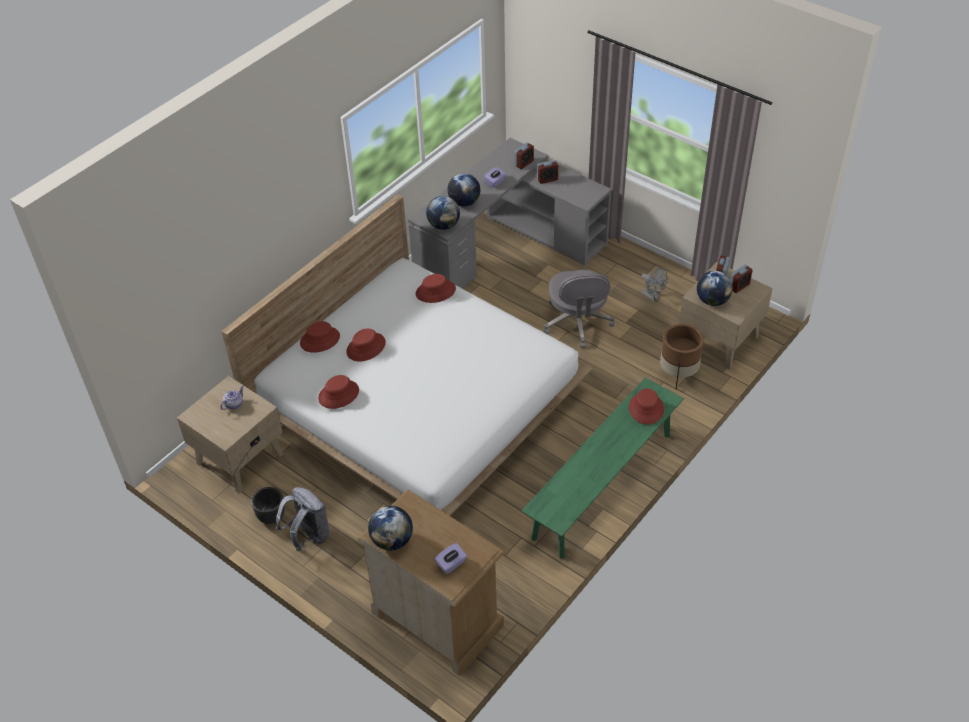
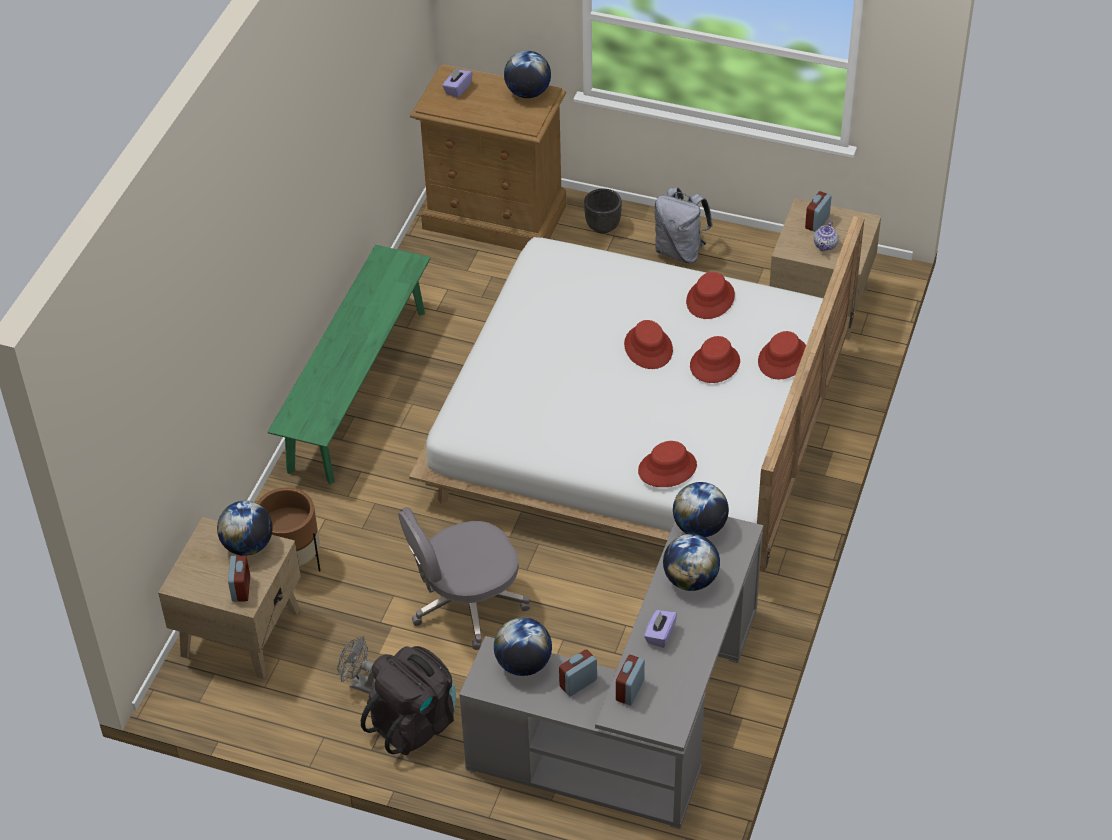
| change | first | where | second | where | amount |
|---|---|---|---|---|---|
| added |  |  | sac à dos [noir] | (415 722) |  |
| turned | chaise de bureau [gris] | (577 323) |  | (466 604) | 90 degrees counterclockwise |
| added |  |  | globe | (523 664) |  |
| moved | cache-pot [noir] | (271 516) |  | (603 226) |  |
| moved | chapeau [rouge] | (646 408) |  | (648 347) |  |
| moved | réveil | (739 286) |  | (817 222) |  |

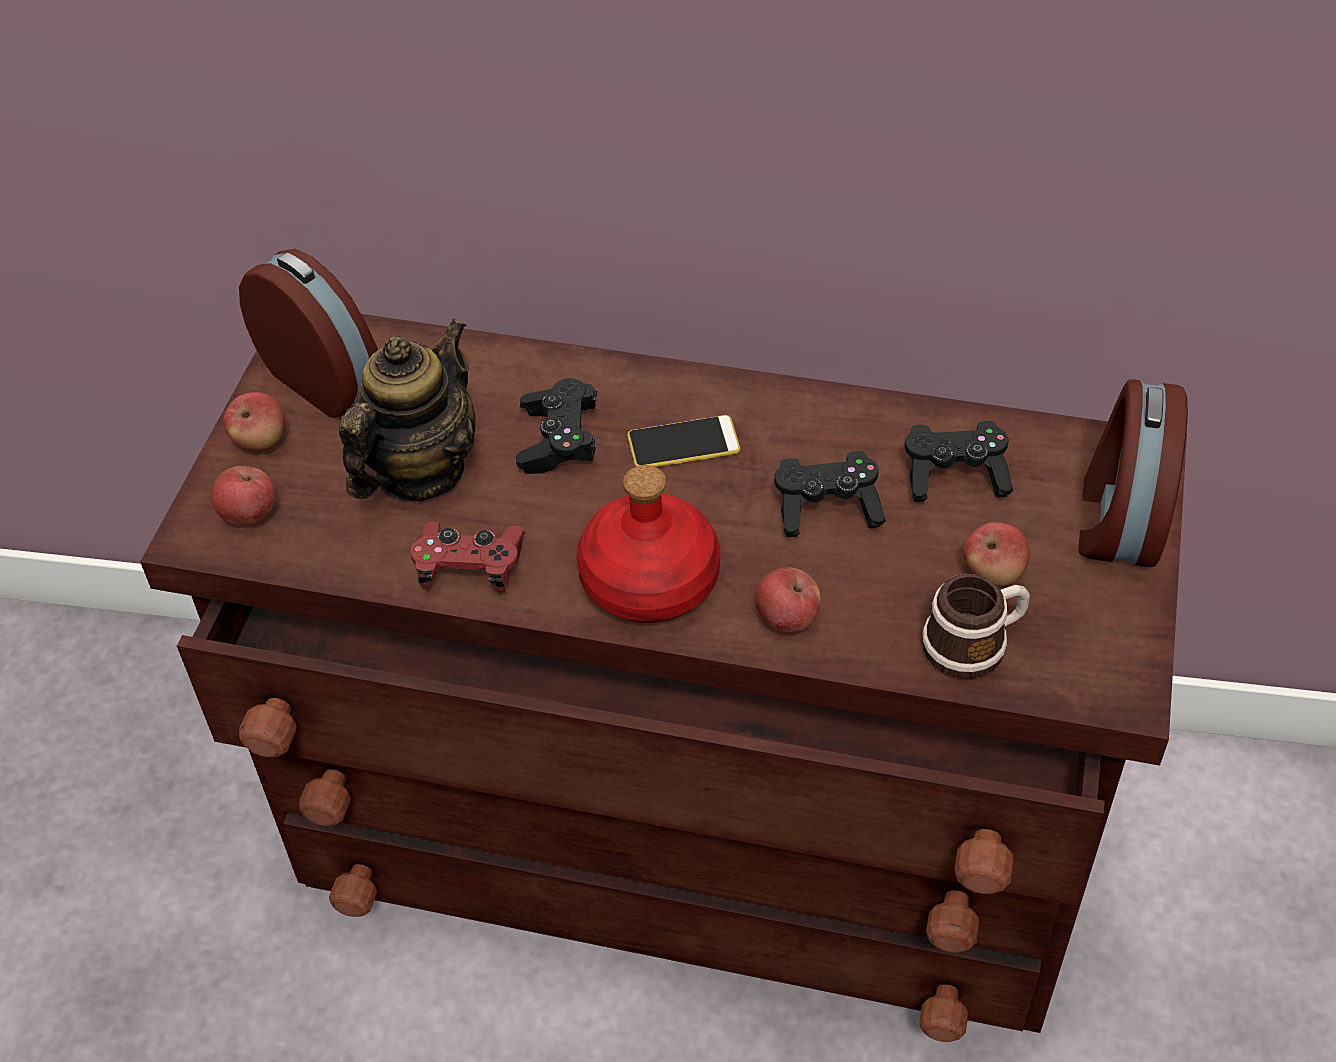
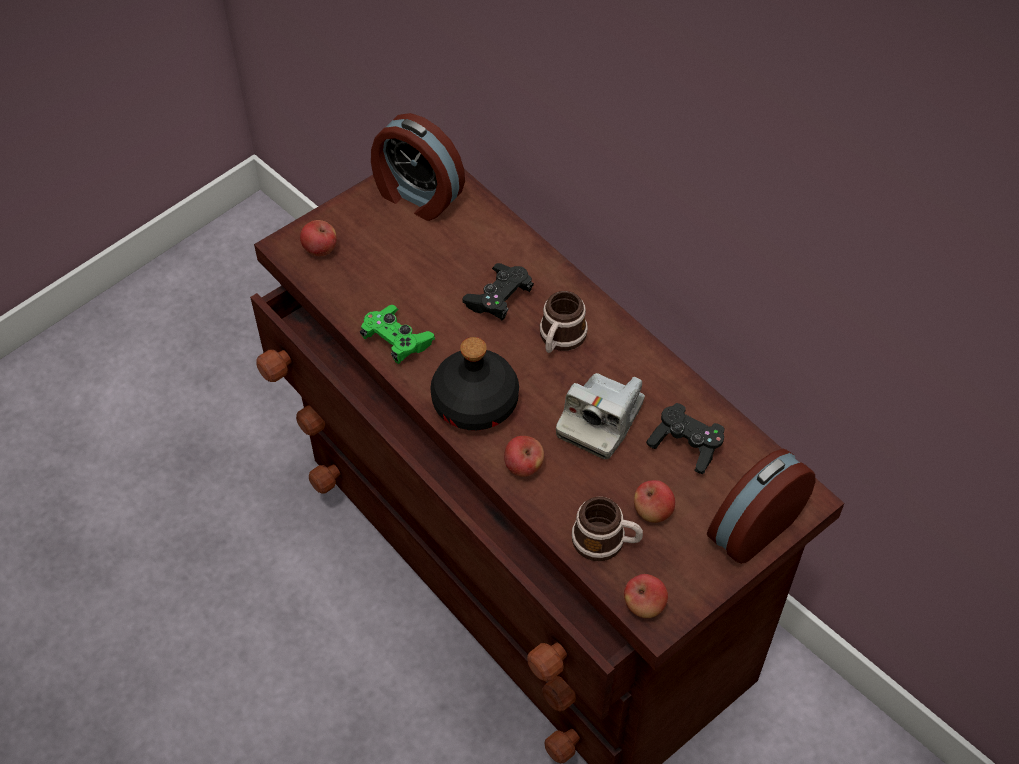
| change | first | where | second | where | amount |
|---|---|---|---|---|---|
| recoloured | manette [rouge] | (470 567) | manette [vert] | (396 341) |  |
| turned | réveil | (327 378) |  | (417 196) | 135 degrees clockwise |
| recoloured | bouteille [rouge] | (651 581) | bouteille [noir] | (475 403) |  |
| replaced | téléphone | (683 443) | mug | (560 339) |  |
| replaced | manette [noir] | (827 508) | appareil photo | (600 420) |  |
| moved | pomme | (261 442) |  | (644 605) |  |
| removed | théière | (419 471) |  |  |  |

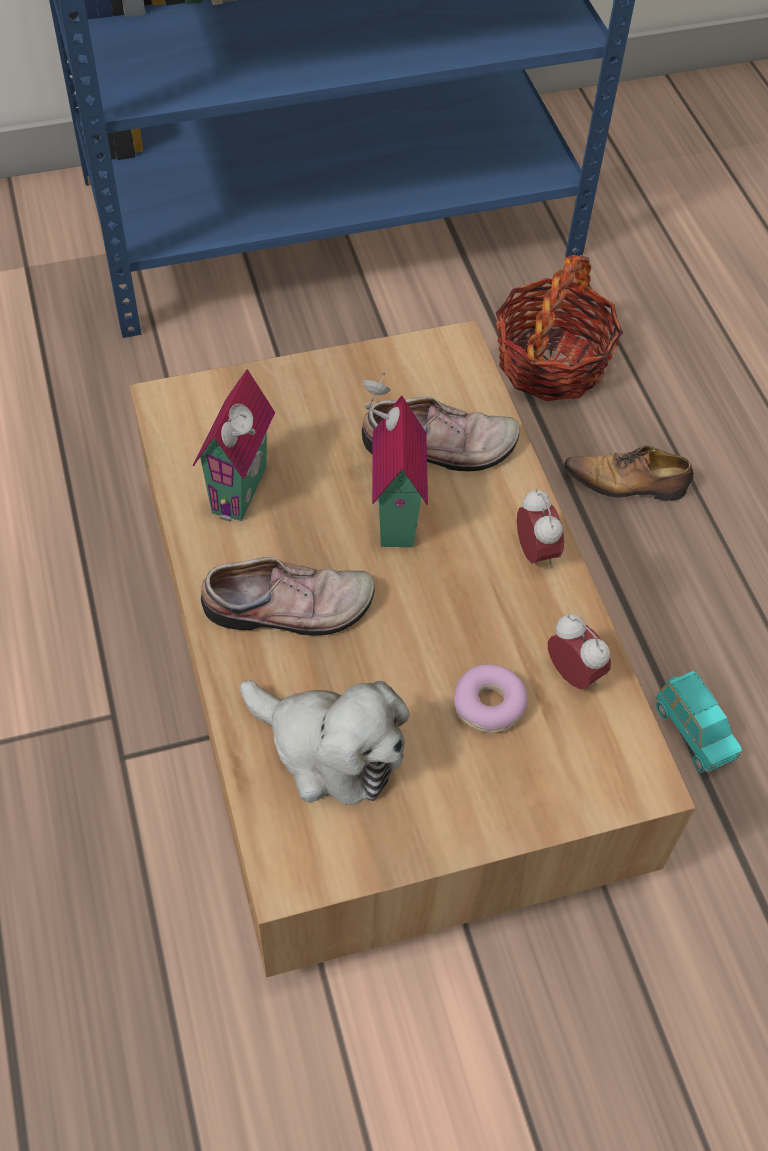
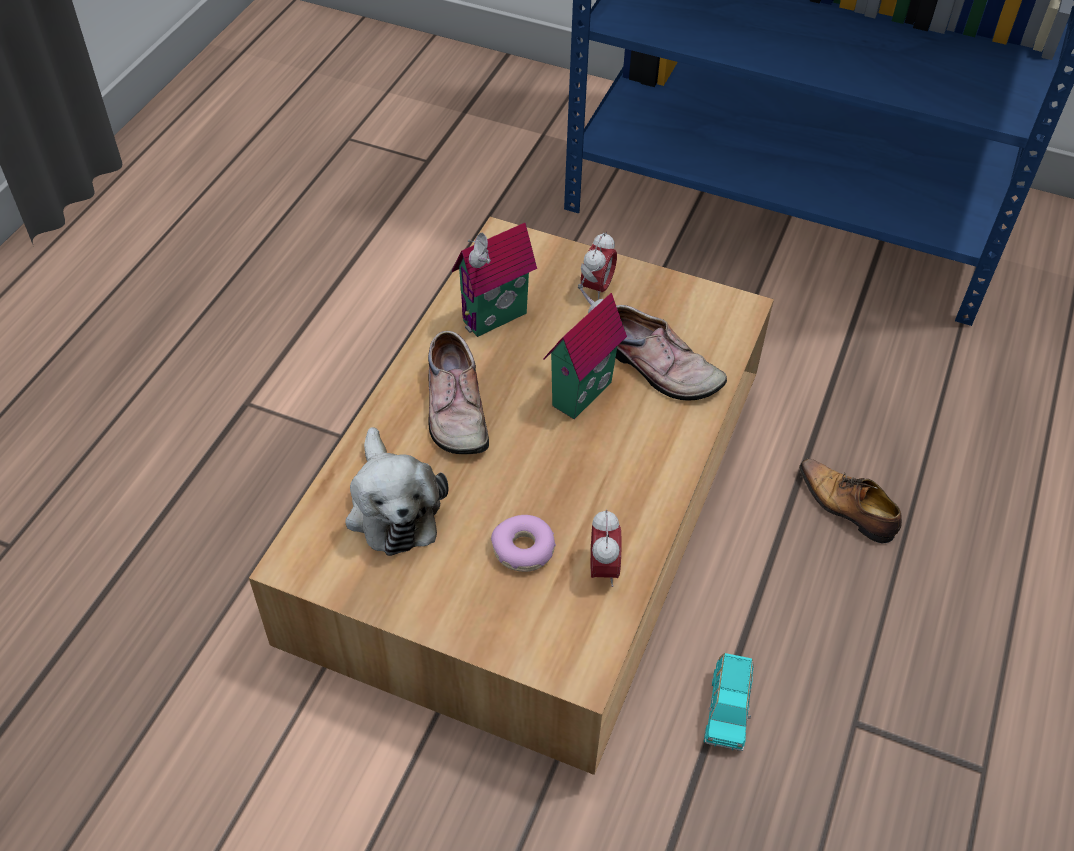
| change | first | where | second | where | amount |
|---|---|---|---|---|---|
| turned | chaussure | (289 610) |  | (453 408) | 45 degrees clockwise |
| moved | réveil | (535 553) |  | (597 288) |  |
| removed | panier | (551 363) |  |  |  |

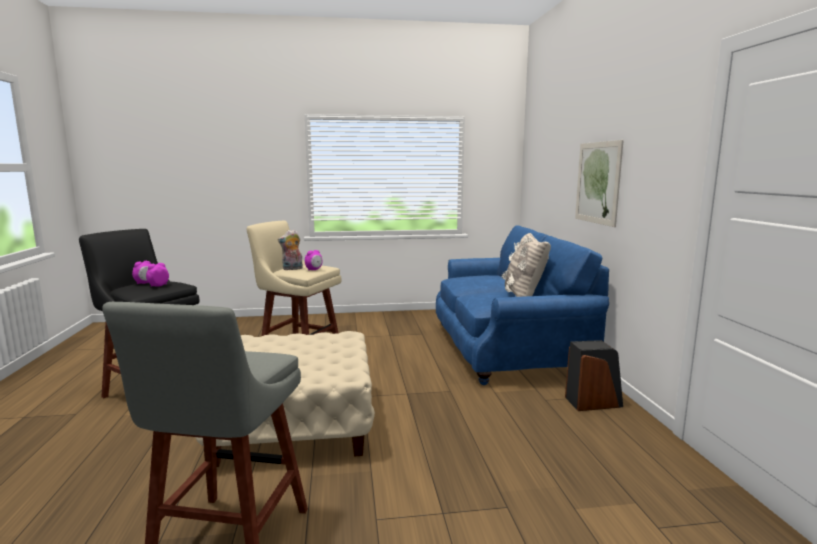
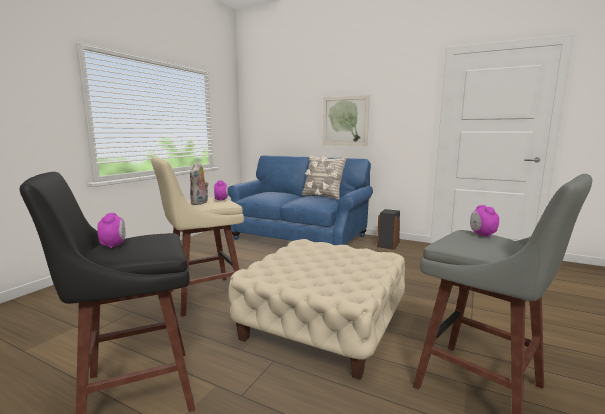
| change | first | where | second | where | amount |
|---|---|---|---|---|---|
| moved | réveil | (158 285) |  | (482 235) |  |

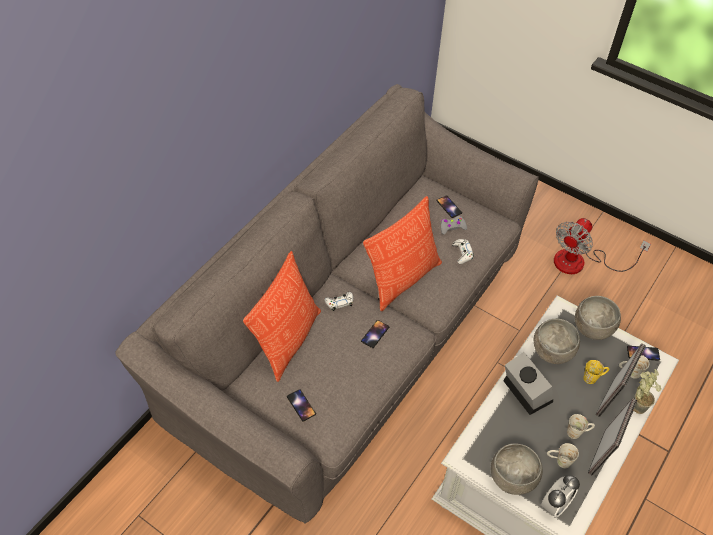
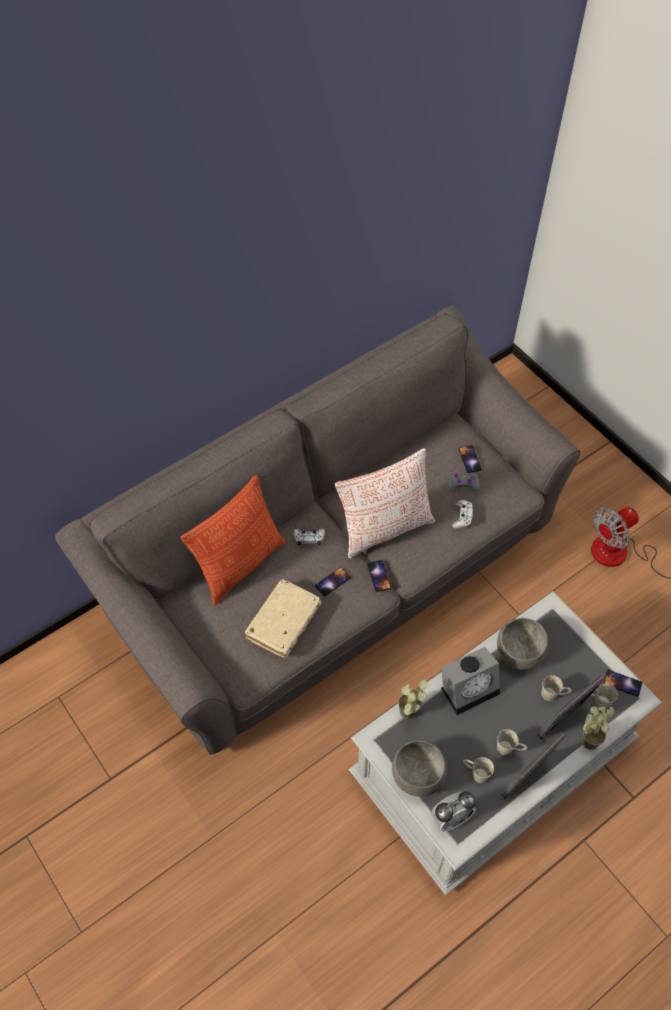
| change | first | where | second | where | amount |
|---|---|---|---|---|---|
| added |  |  | livre [beige] | (283 622) |  |
| recoloured | coussin [orange] | (402 279) | coussin [blanc] | (385 529) |  |
| moved | téléphone | (301 405) |  | (379 576) |  |
| added |  |  | plante en pot | (409 716) |  |
| turned | réveil | (524 391) |  | (470 687) | 75 degrees clockwise |
| recoloured | mug [jaune] | (593 377) | mug [blanc] | (553 694) |  |
| removed | bol [gris] | (592 328) |  |  |  |

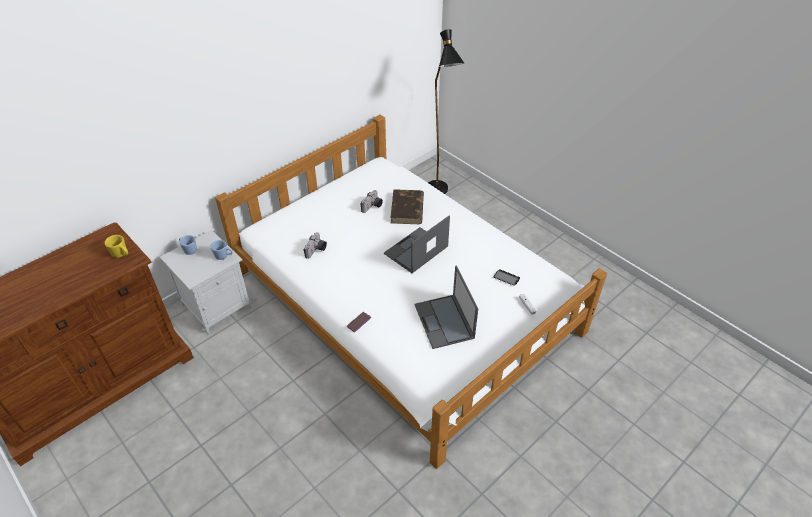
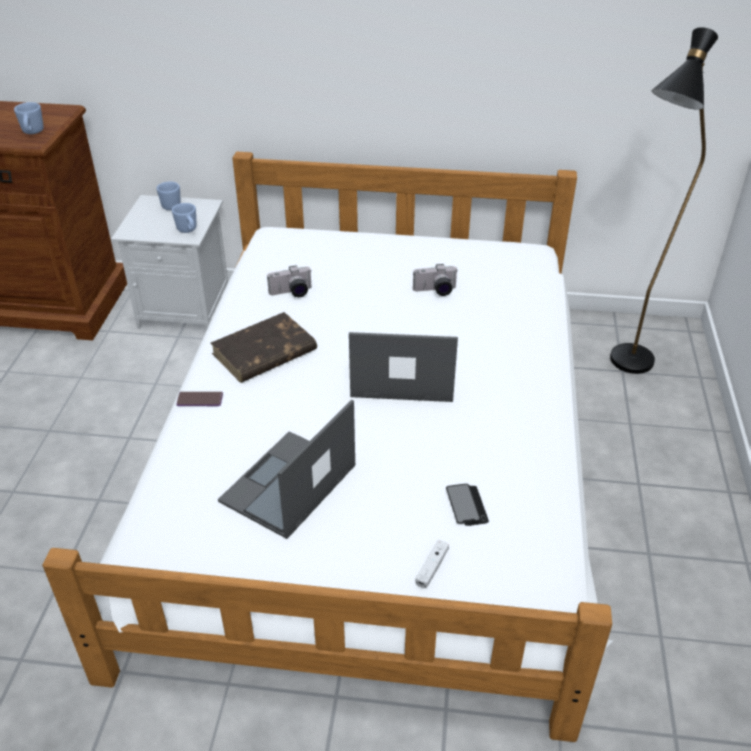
| change | first | where | second | where | amount |
|---|---|---|---|---|---|
| recoloured | mug [jaune] | (121 254) | mug [bleu] | (32 133) |  |
| moved | livre [marron] | (407 209) |  | (263 352) |  |

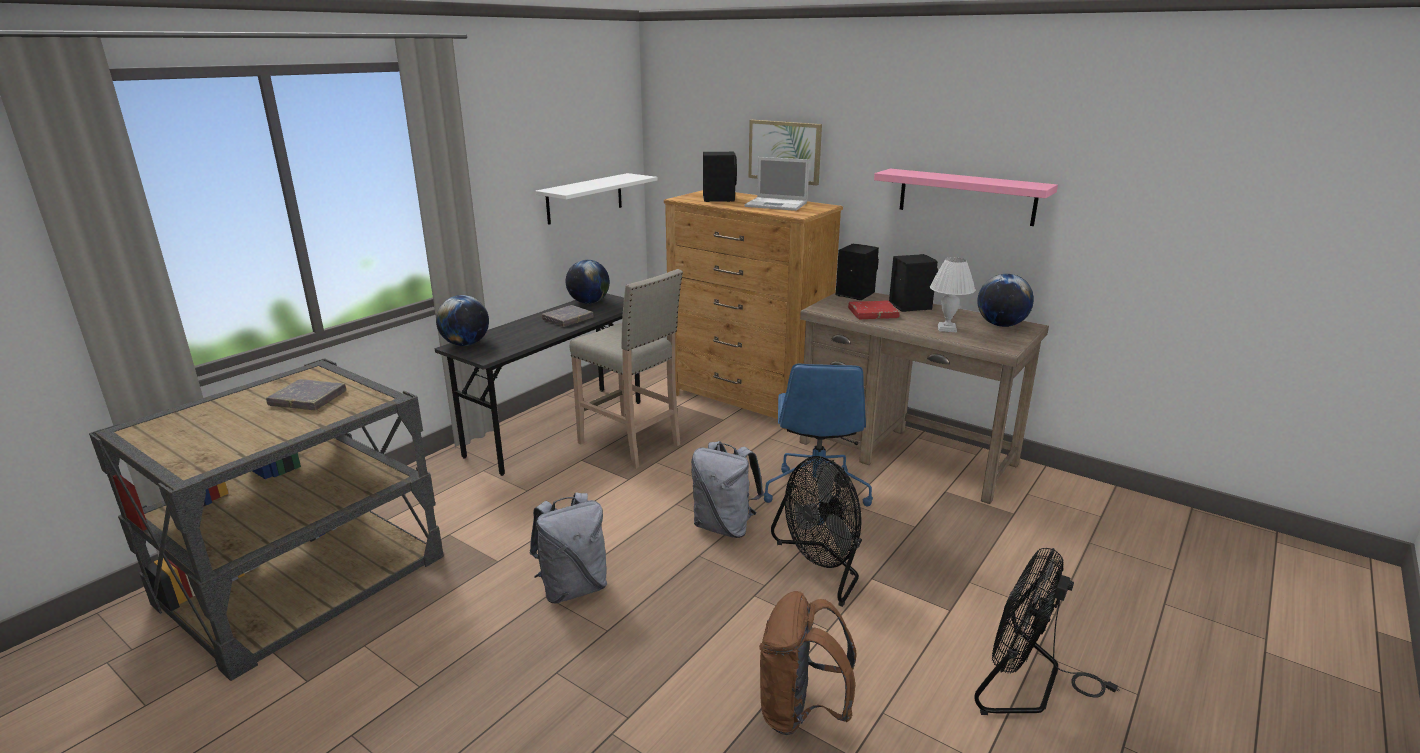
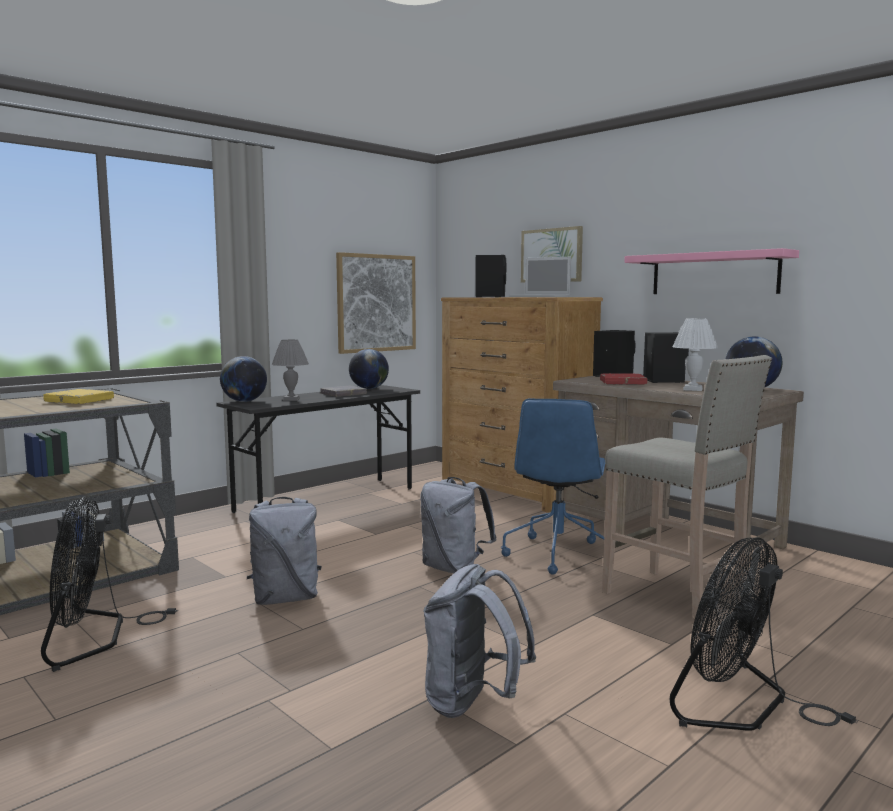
| change | first | where | second | where | amount |
|---|---|---|---|---|---|
| moved | ventilateur [noir] | (824 564) |  | (98 633) |  |
| recoloured | livre [gris] | (308 399) | livre [jaune] | (79 401) |  |
| added |  |  | lampe de table [gris] | (291 399) |  |
| replaced | étagère [blanc] | (585 198) | tableau | (376 303) |  |
| recoloured | sac à dos [marron] | (800 711) | sac à dos [gris] | (473 703) |  |
| moved | tabouret [beige] | (631 444) |  | (677 598) |  |

